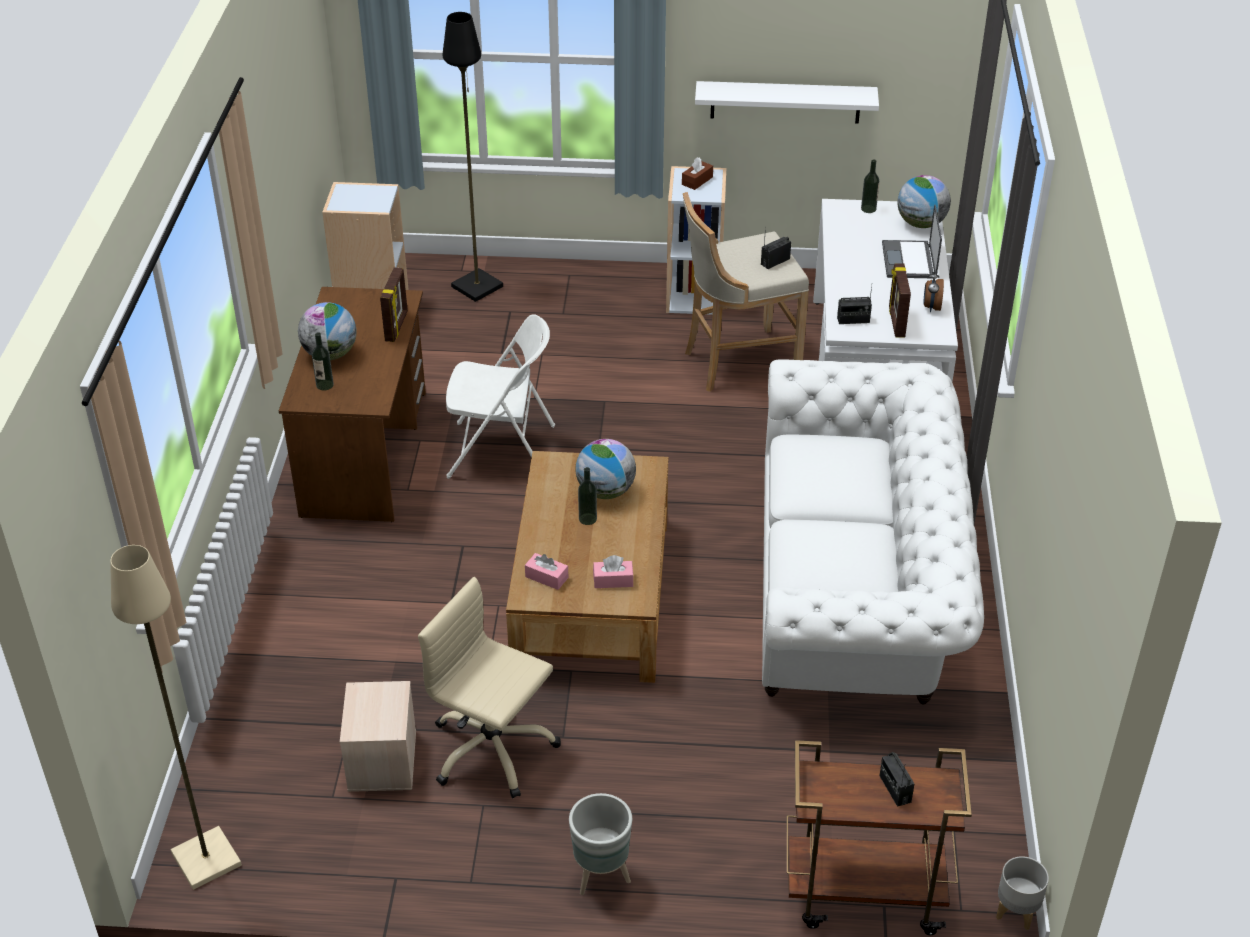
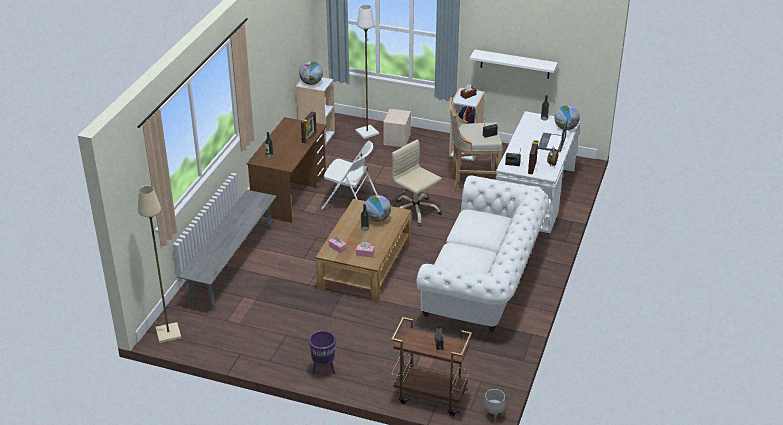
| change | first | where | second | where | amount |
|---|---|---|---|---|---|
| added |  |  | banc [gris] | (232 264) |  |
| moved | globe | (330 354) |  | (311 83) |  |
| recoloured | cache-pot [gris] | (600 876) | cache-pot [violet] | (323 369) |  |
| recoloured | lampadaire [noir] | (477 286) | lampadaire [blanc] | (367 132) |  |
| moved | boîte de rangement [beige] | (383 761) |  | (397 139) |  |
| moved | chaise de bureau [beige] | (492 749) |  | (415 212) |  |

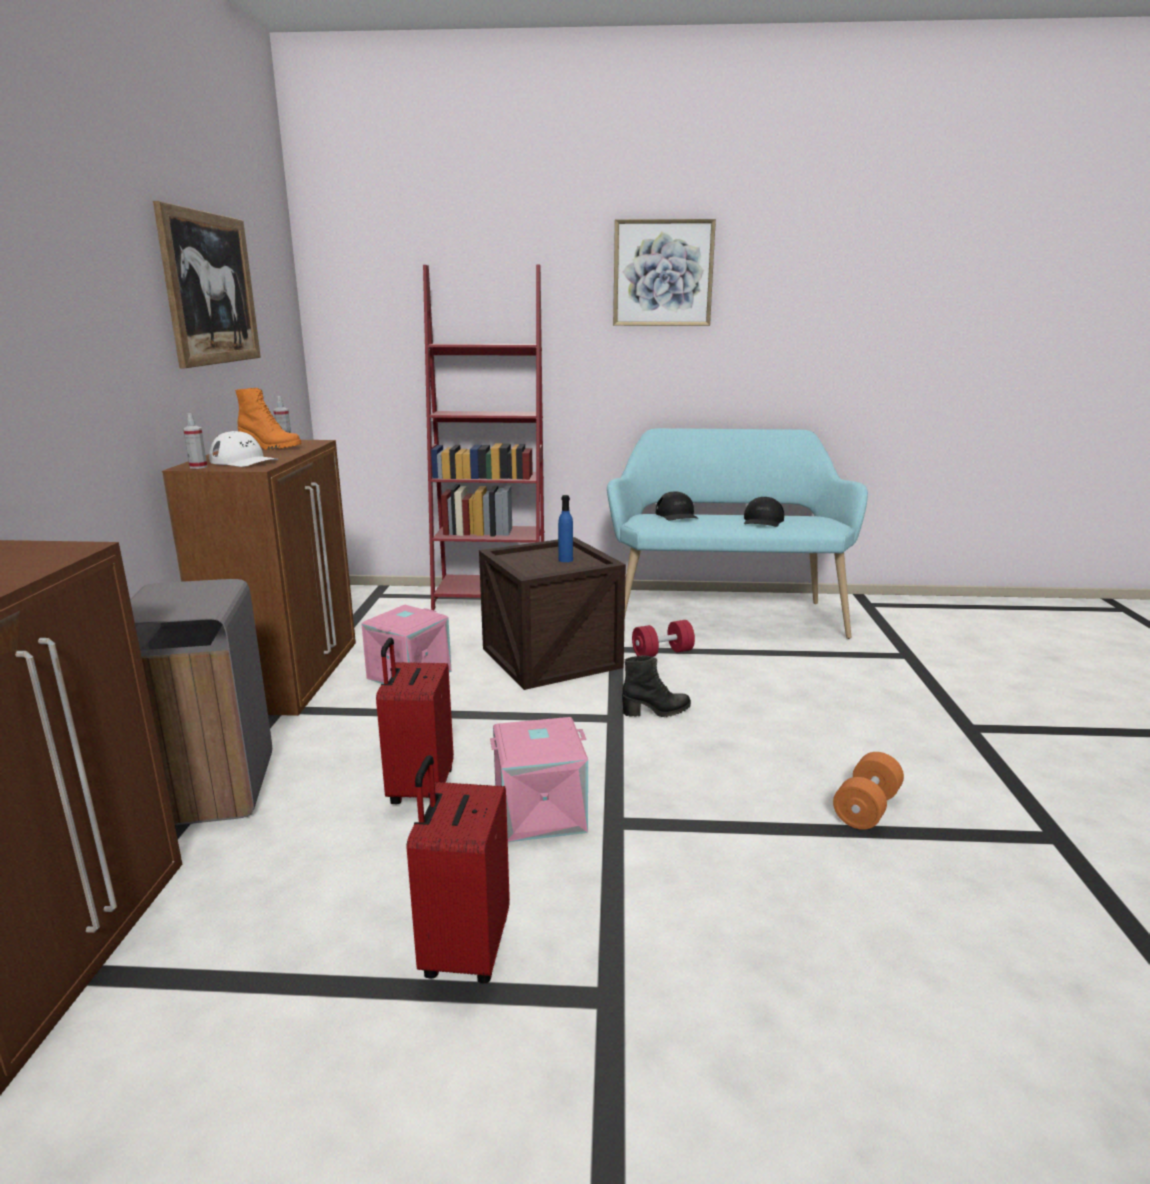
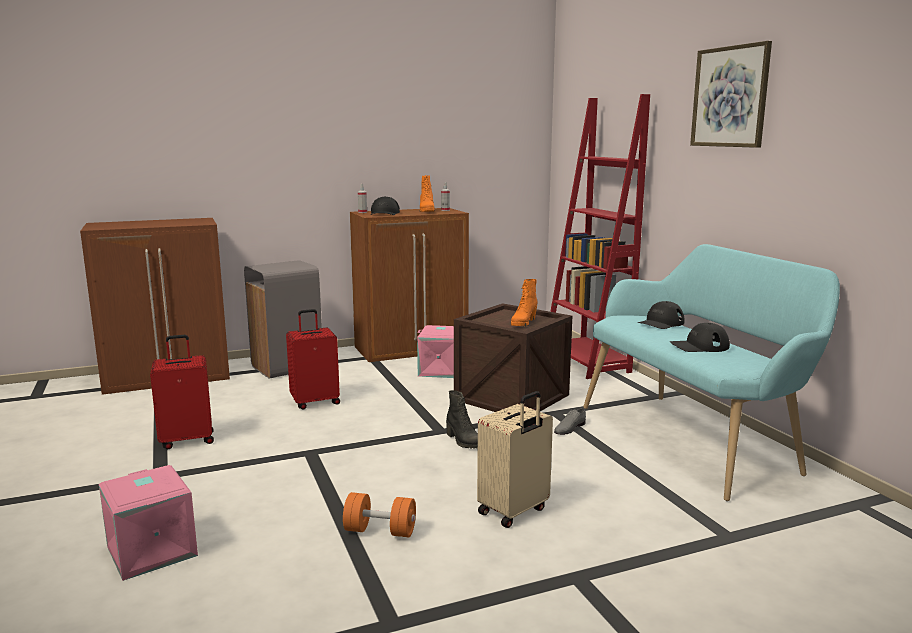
| change | first | where | second | where | amount |
|---|---|---|---|---|---|
| moved | boîte de rangement [rose] | (539 814) |  | (150 551) |  |
| recoloured | casquette [blanc] | (244 461) | casquette [noir] | (384 213) |  |
| added |  |  | valise [beige] | (514 511) |  |
| replaced | bouteille [bleu] | (565 560) | botte [orange] | (523 323) |  |
| replaced | haltère [rouge] | (662 653) | chaussure [gris] | (569 428) |  |
| removed | tableau | (210 289) |  |  |  |

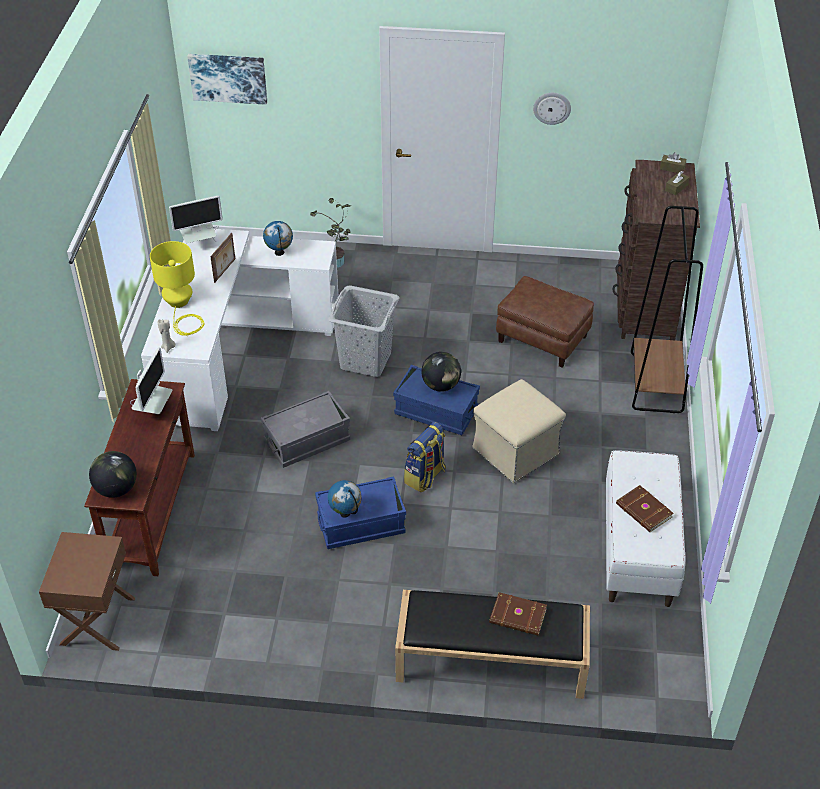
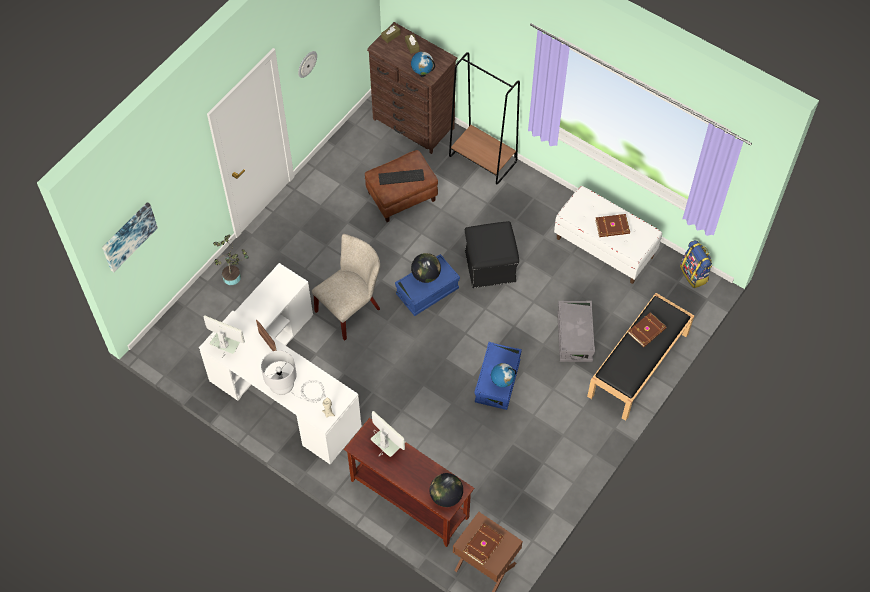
| change | first | where | second | where | amount |
|---|---|---|---|---|---|
| turned | écran d'ordinateur | (200 245) |  | (227 348) | 75 degrees counterclockwise |
| recoloured | lampe de table [jaune] | (182 310) | lampe de table [gris] | (294 389) |  |
| replaced | panier à linge [gris] | (366 360) | chaise [beige] | (351 308) |  |
| added |  |  | clavier | (401 178) |  |
| moved | globe | (279 253) |  | (422 74) |  |
| added |  |  | livre [marron] | (482 544) |  |
| recoloured | pouf [beige] | (516 451) | pouf [noir] | (490 265) |  |
| moved | boîte de rangement [gris] | (307 441) |  | (574 337) |  |
| moved | sac à dos | (425 477) |  | (694 274) |  |

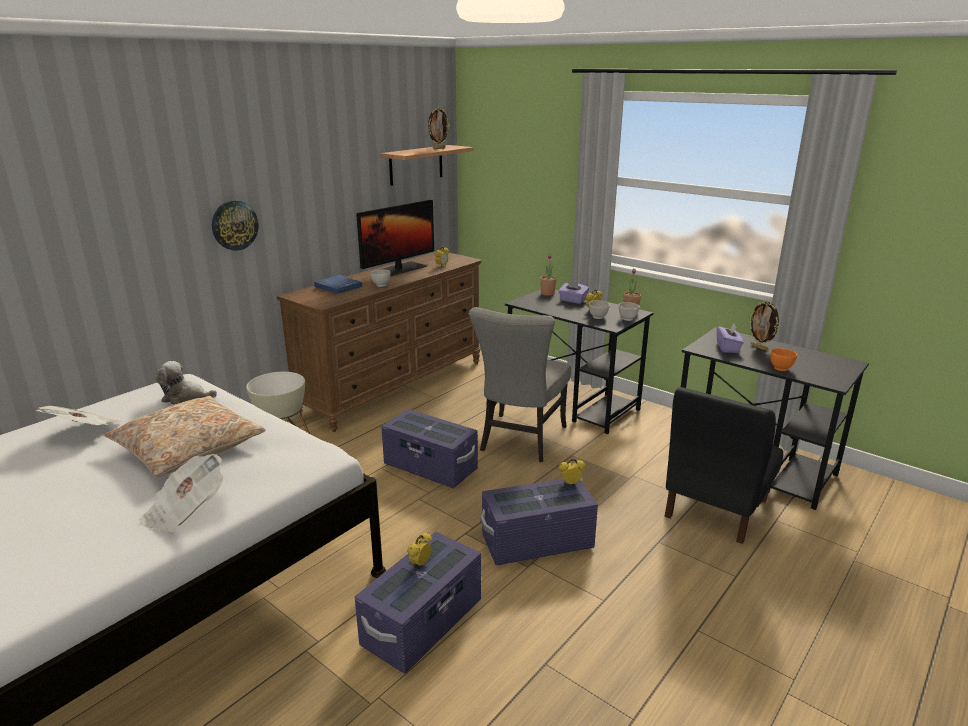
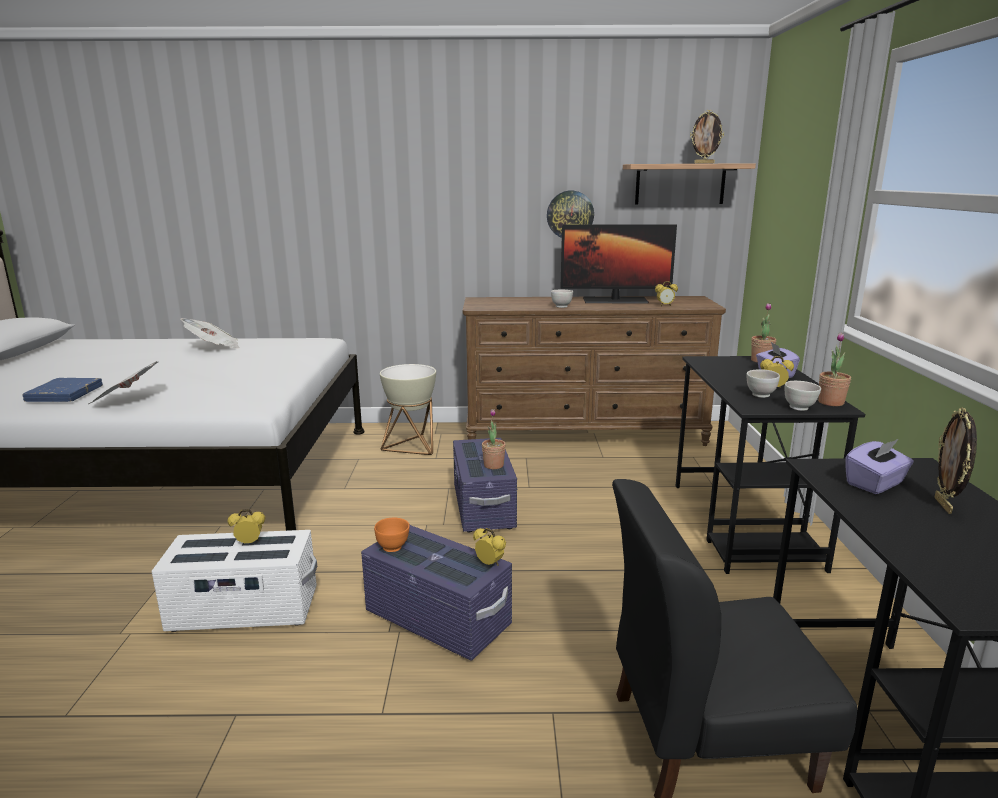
| change | first | where | second | where | amount |
|---|---|---|---|---|---|
| moved | livre [bleu] | (338 287) |  | (64 394) |  |
| recoloured | boîte de rangement [violet] | (423 623) | boîte de rangement [blanc] | (244 610) |  |
| moved | bol [orange] | (781 368) |  | (393 547) |  |
| added |  |  | plante en pot | (493 465) |  |
| moved | horloge murale | (234 225) |  | (570 215) |  |
| removed | coussin [beige] | (188 448) |  |  |  |
| removed | peluche | (185 397) |  |  |  |
| removed | chaise [gris] | (520 440) |  |  |  |

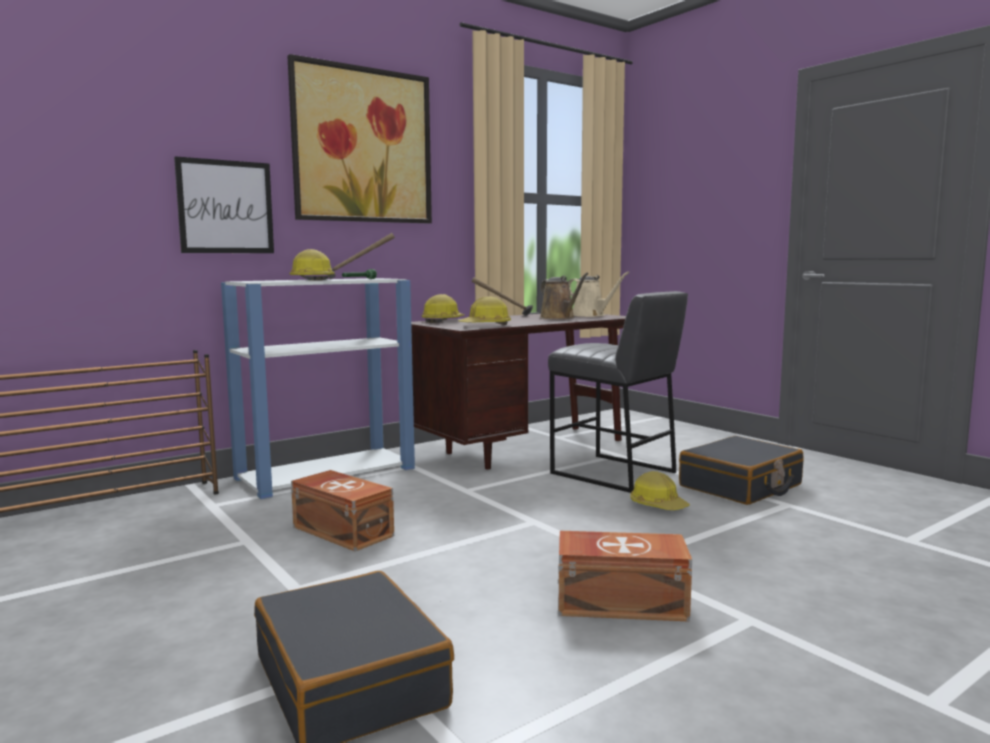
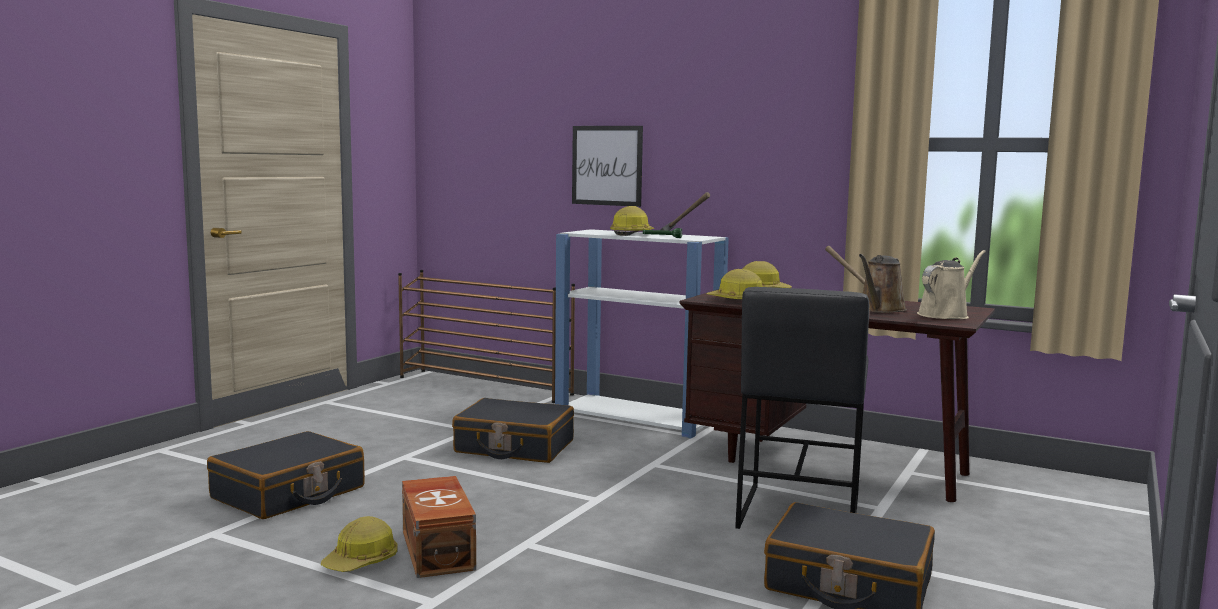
| change | first | where | second | where | amount |
|---|---|---|---|---|---|
| moved | casque de chantier | (658 505) |  | (361 561) |  |
| replaced | boîte de rangement [marron] | (343 530) | valise [noir] | (514 447) |  |
| turned | arrosoir [beige] | (591 315) |  | (945 315) | 150 degrees counterclockwise |
| removed | tableau | (362 146) |  |  |  |

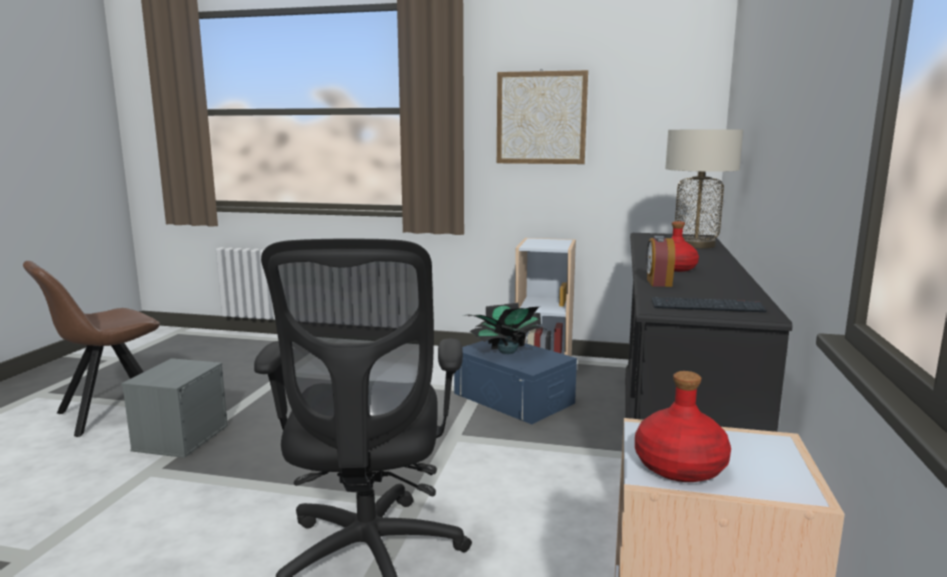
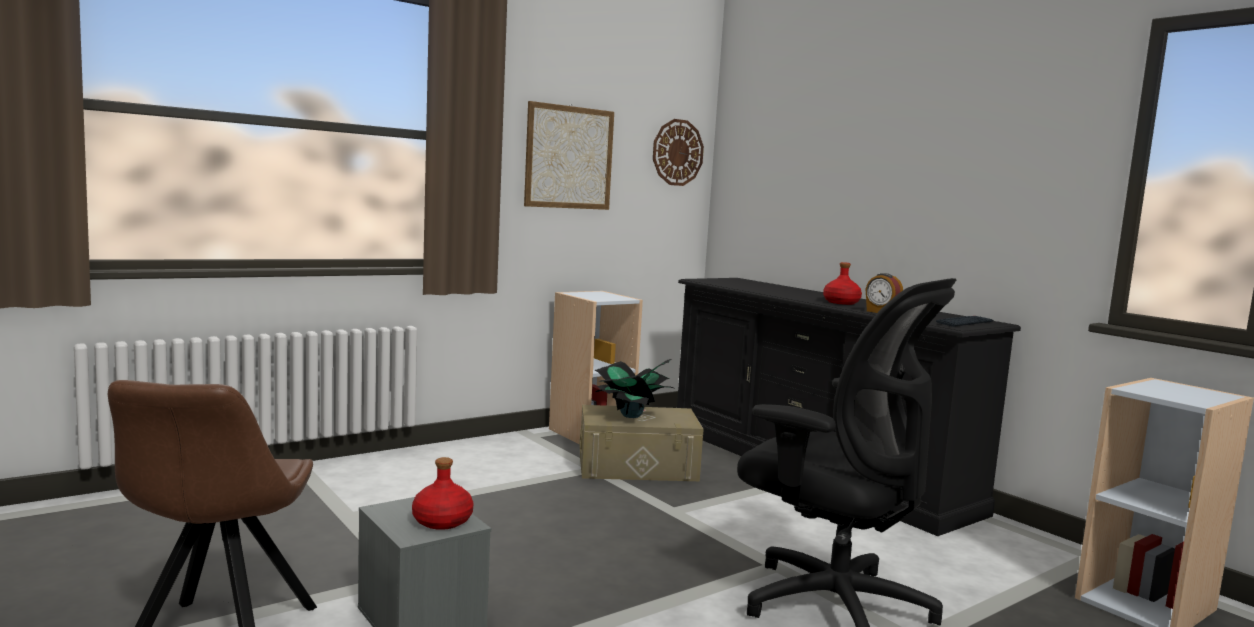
| change | first | where | second | where | amount |
|---|---|---|---|---|---|
| moved | bouteille [rouge] | (679 466) |  | (442 521) |  |
| recoloured | boîte de rangement [bleu] | (513 398) | boîte de rangement [beige] | (637 466) |  |
| added |  |  | horloge murale | (677 152) |  |
| removed | lampe de table | (695 245) |  |  |  |

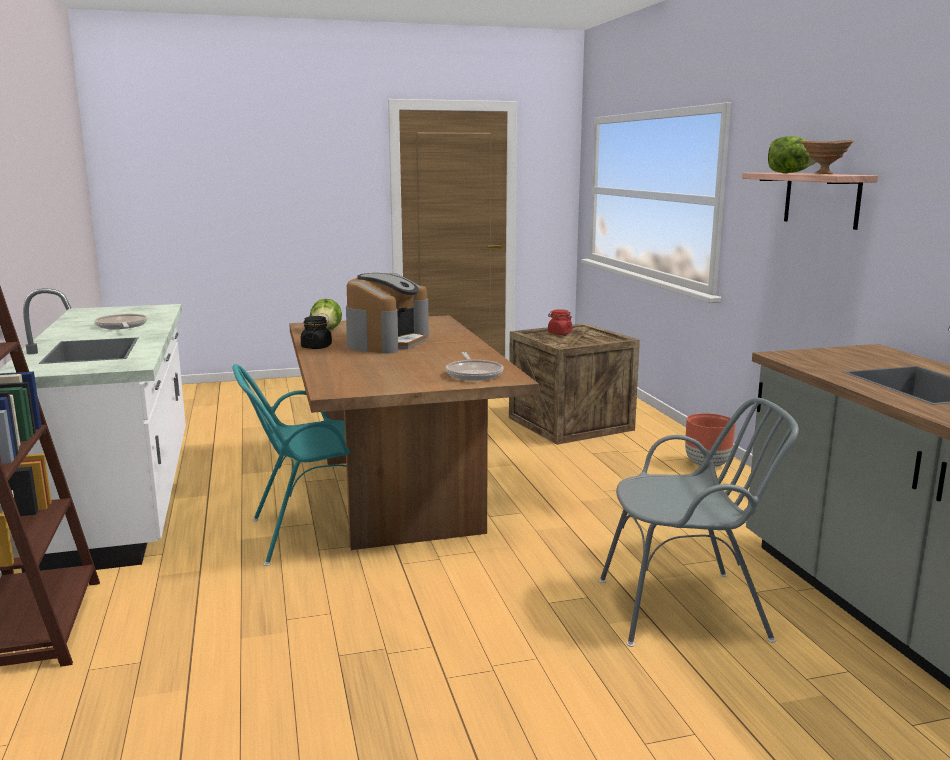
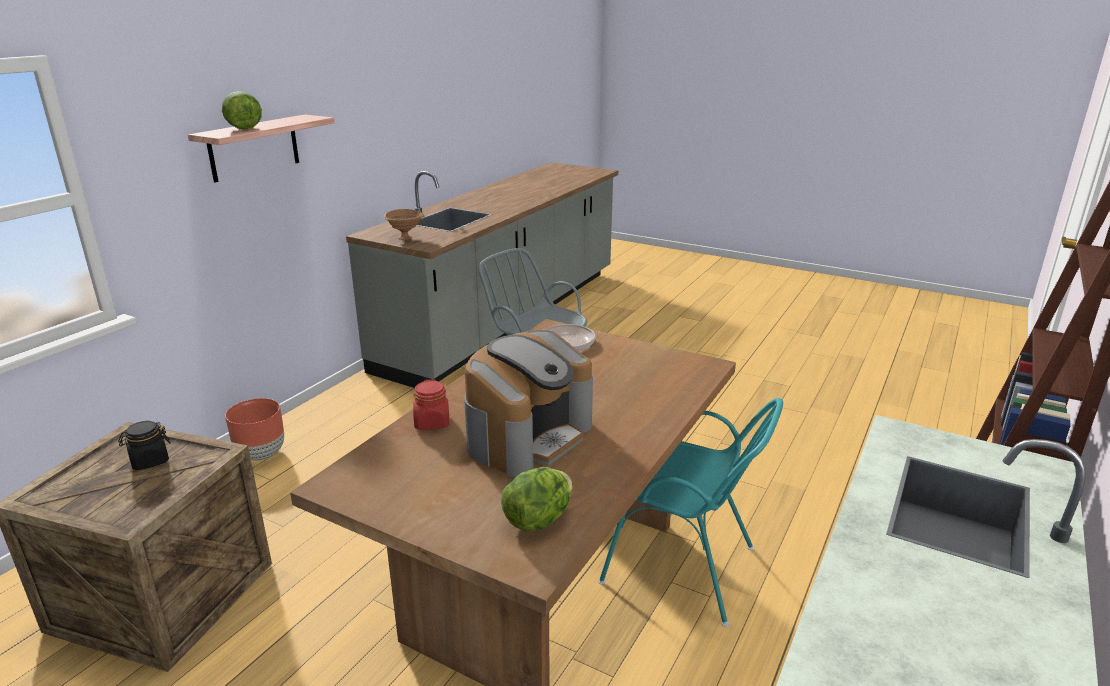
| change | first | where | second | where | amount |
|---|---|---|---|---|---|
| moved | bocal [noir] | (316 347) |  | (149 461) |  |
| moved | bol [marron] | (824 174) |  | (406 238) |  |
| moved | bocal [rouge] | (559 333) |  | (432 422) |  |
| turned | machine à café | (387 342) |  | (528 436) | 150 degrees clockwise |
| removed | poêle | (121 326) |  |  |  |

